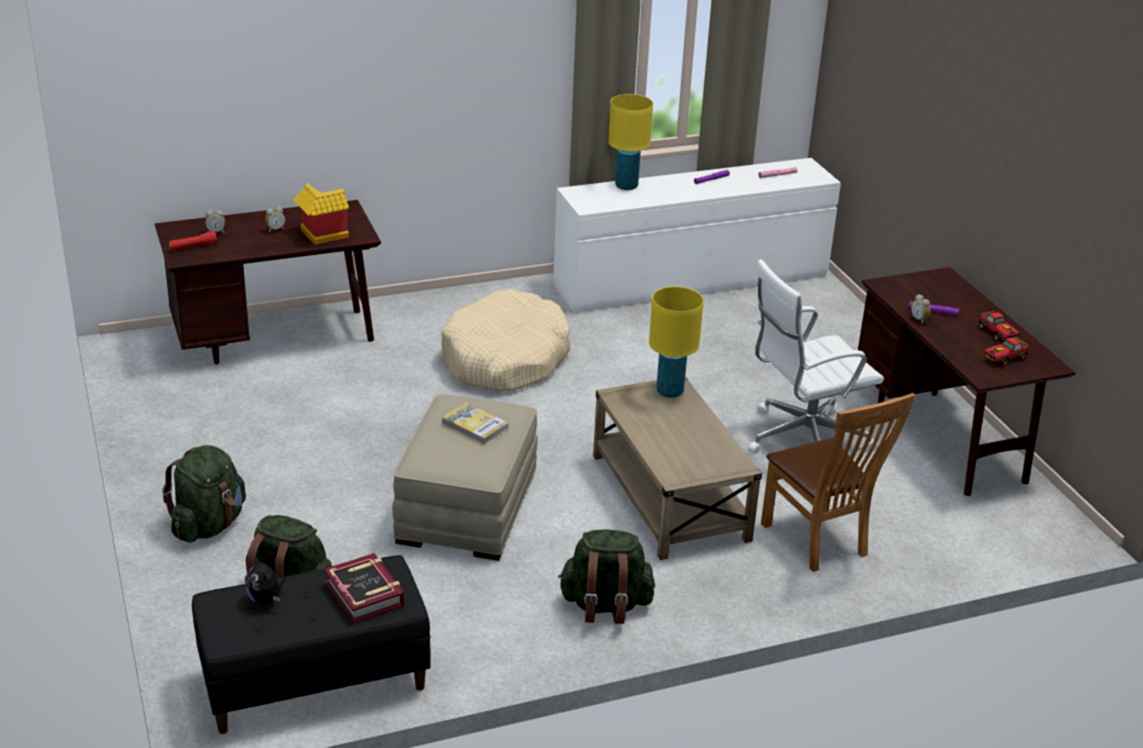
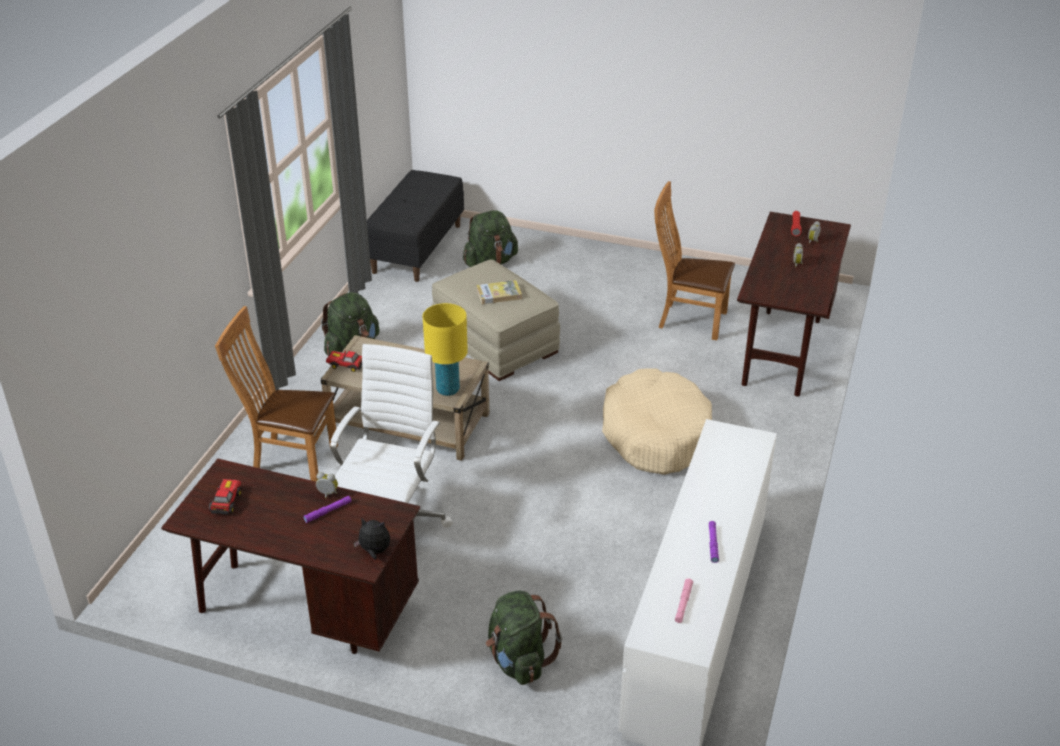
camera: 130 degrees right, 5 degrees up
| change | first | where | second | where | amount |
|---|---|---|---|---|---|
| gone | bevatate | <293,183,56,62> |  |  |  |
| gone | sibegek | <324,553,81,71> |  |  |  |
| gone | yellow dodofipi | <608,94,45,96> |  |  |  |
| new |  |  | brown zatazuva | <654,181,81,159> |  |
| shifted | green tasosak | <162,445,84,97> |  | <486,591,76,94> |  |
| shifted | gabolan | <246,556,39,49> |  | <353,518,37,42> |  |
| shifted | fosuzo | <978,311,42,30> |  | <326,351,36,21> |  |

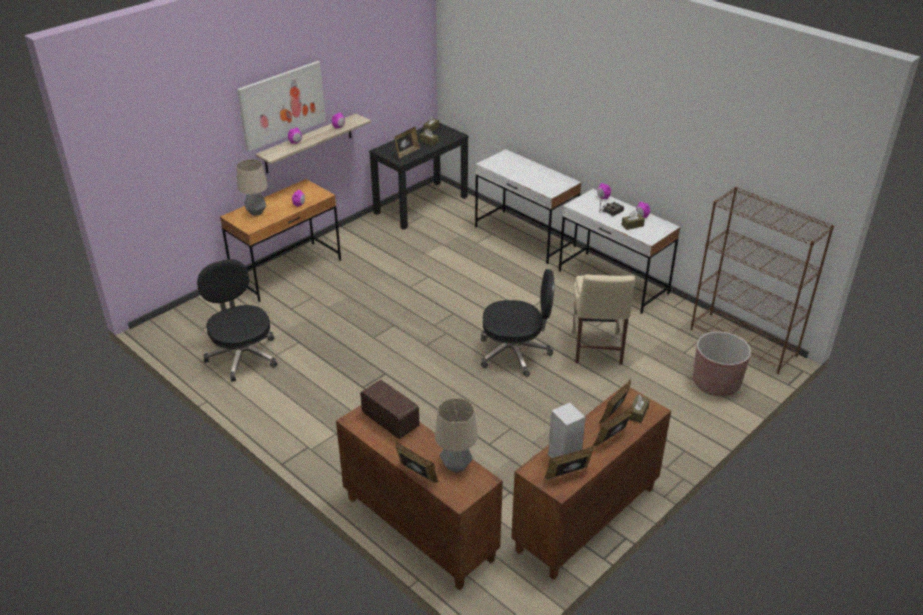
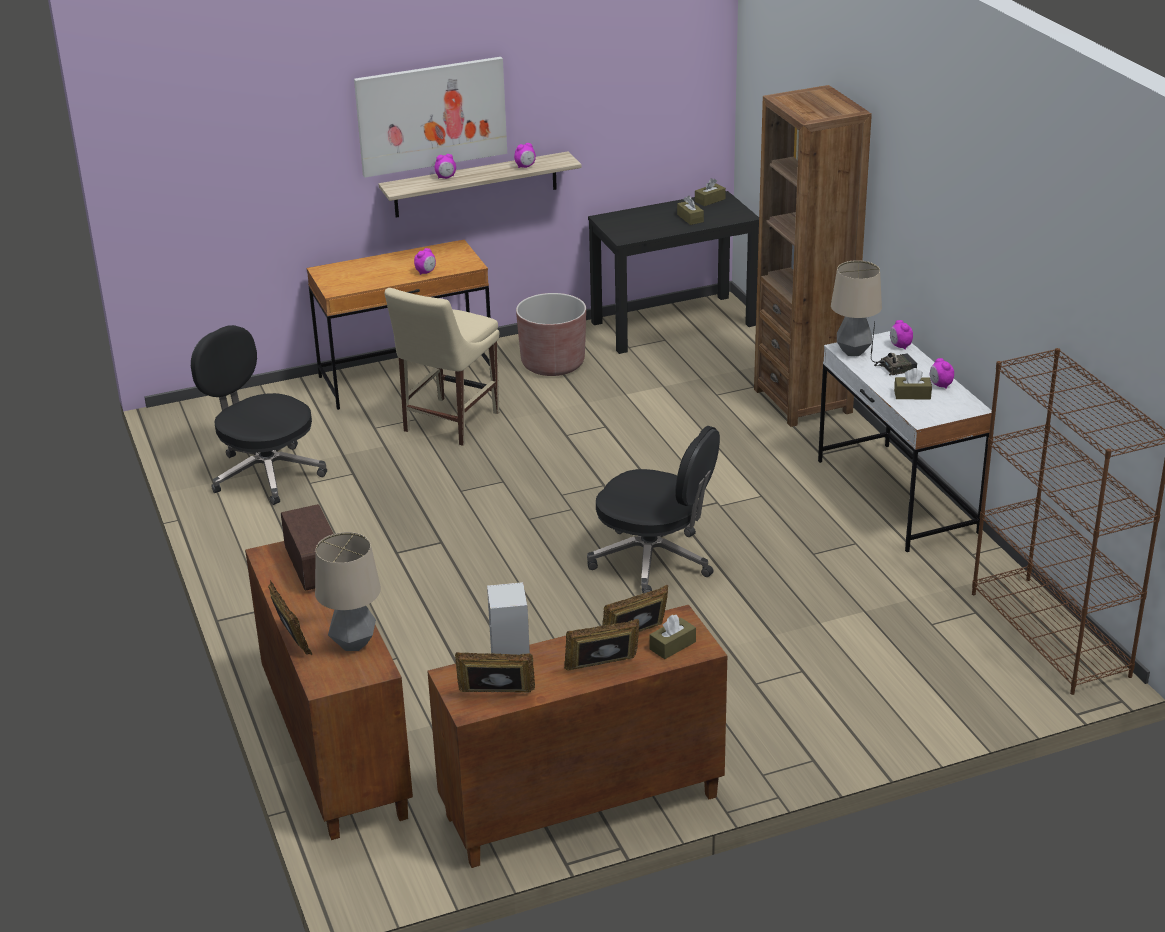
camera: 25 degrees right, 5 degrees down
| change | first | where | second | where | amount |
|---|---|---|---|---|---|
| gone | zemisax | <394,127,26,31> |  |  |  |
| shifted | dodofipi | <237,159,31,57> |  | <831,260,51,96> |  |
| shifted | beige zatazuva | <572,274,63,90> |  | <385,288,114,158> |  |
| shifted | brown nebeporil | <693,331,58,66> |  | <516,293,70,83> |  |
| swapped | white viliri | <475,149,107,115> | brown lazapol | <754,85,118,342> |  |
| rotated | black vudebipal | <197,259,81,123> |  | <191,325,136,180> | 45 degrees counterclockwise |

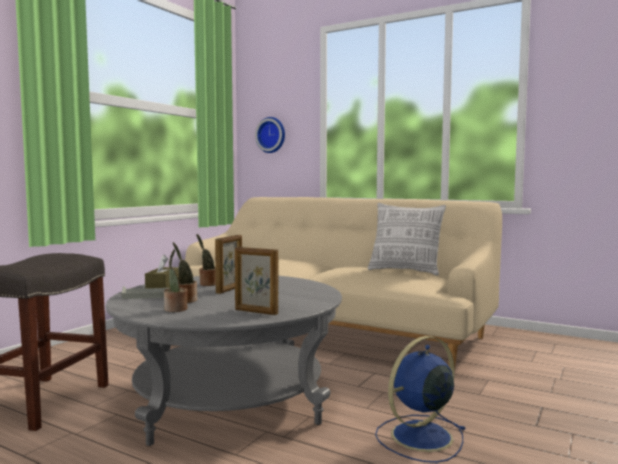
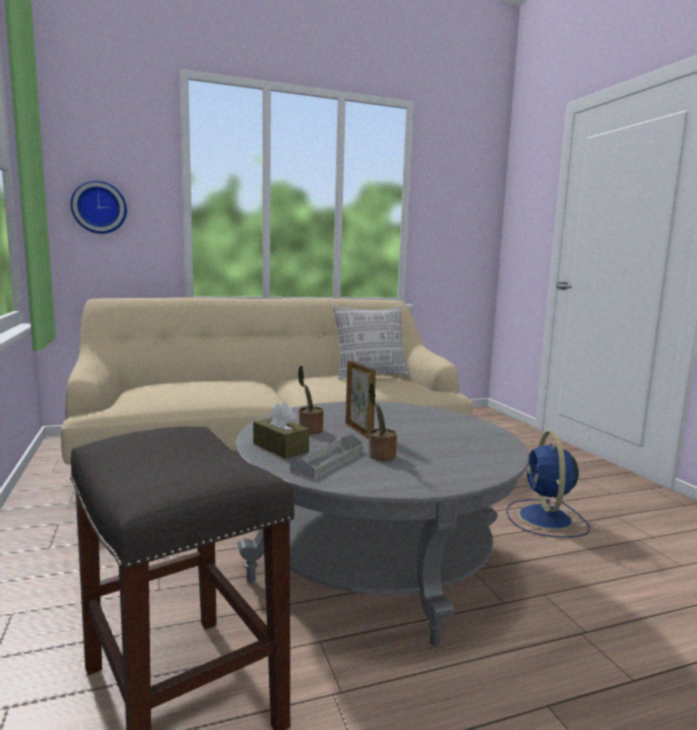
camera: 50 degrees left, 5 degrees up
| change | first | where | second | where | amount |
|---|---|---|---|---|---|
| gone | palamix | <164,249,23,63> |  |  |  |
| gone | zemisax | <235,247,44,68> |  |  |  |

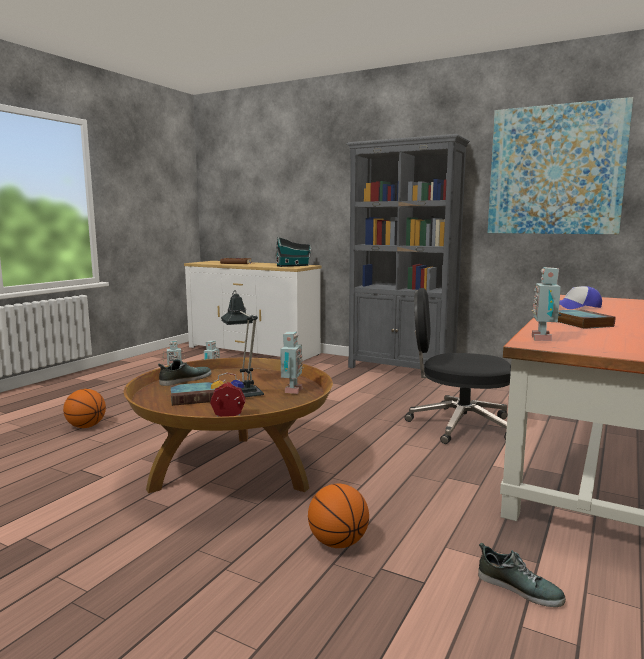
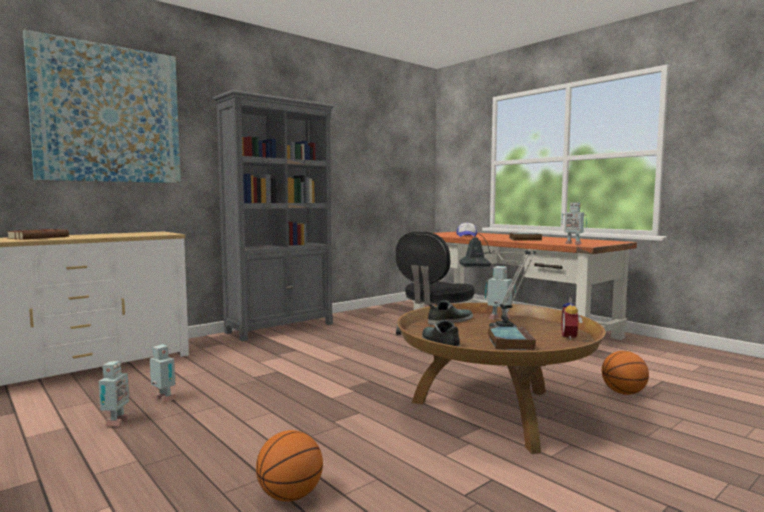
camera: 70 degrees left, 5 degrees down
| change | first | where | second | where | amount |
|---|---|---|---|---|---|
| gone | bevatate | <275,237,36,30> |  |  |  |
| shifted | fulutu | <478,543,88,64> |  | <428,300,45,25> |  |
| shifted | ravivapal | <488,97,145,137> |  | <23,30,158,153> |  |

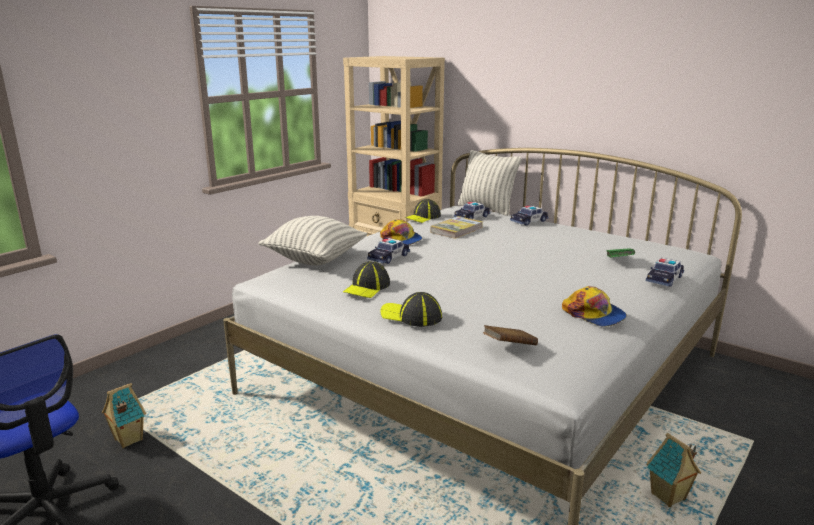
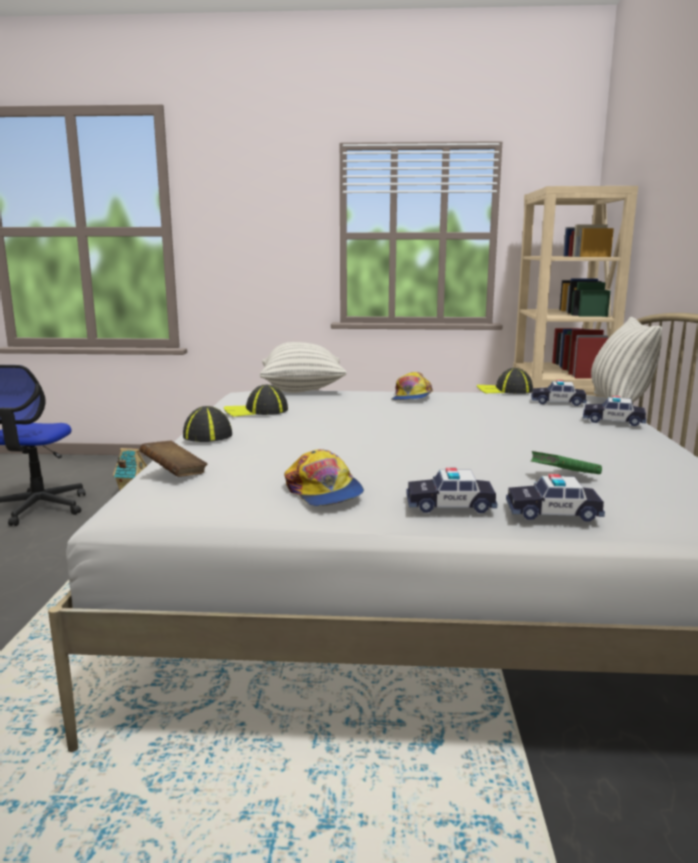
camera: 55 degrees right, 5 degrees down
| change | first | where | second | where | amount |
|---|---|---|---|---|---|
| gone | sibegek | <430,216,53,23> |  |  |  |
| gone | bevatate | <646,433,55,74> |  |  |  |
| shifted | fosuzo | <367,238,43,26> |  | <406,468,92,45> |  |
| rotated | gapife | <562,286,65,41> |  | <284,449,80,57> | 45 degrees counterclockwise |

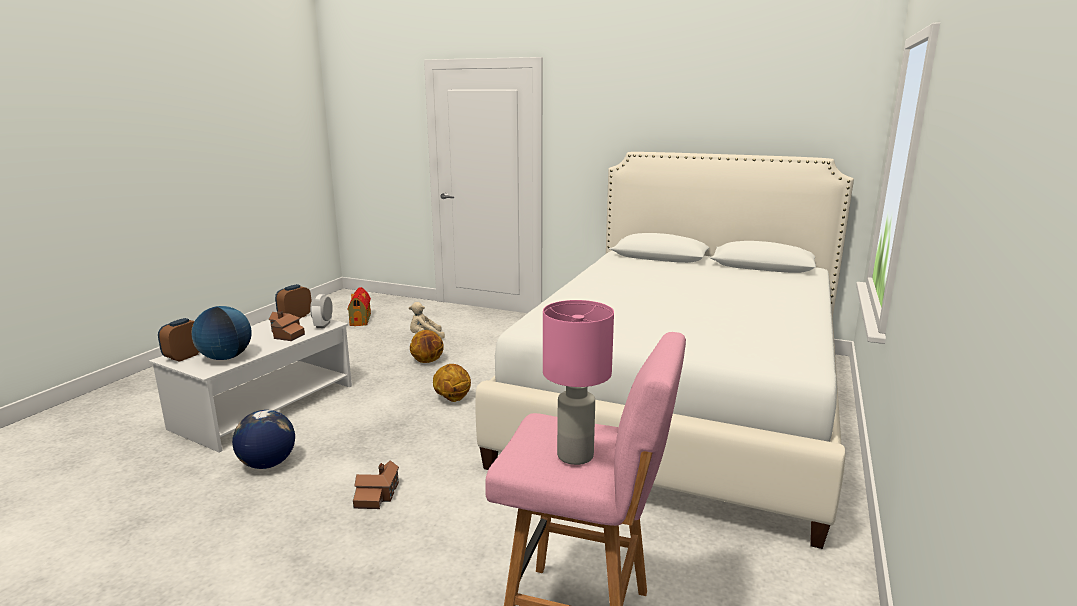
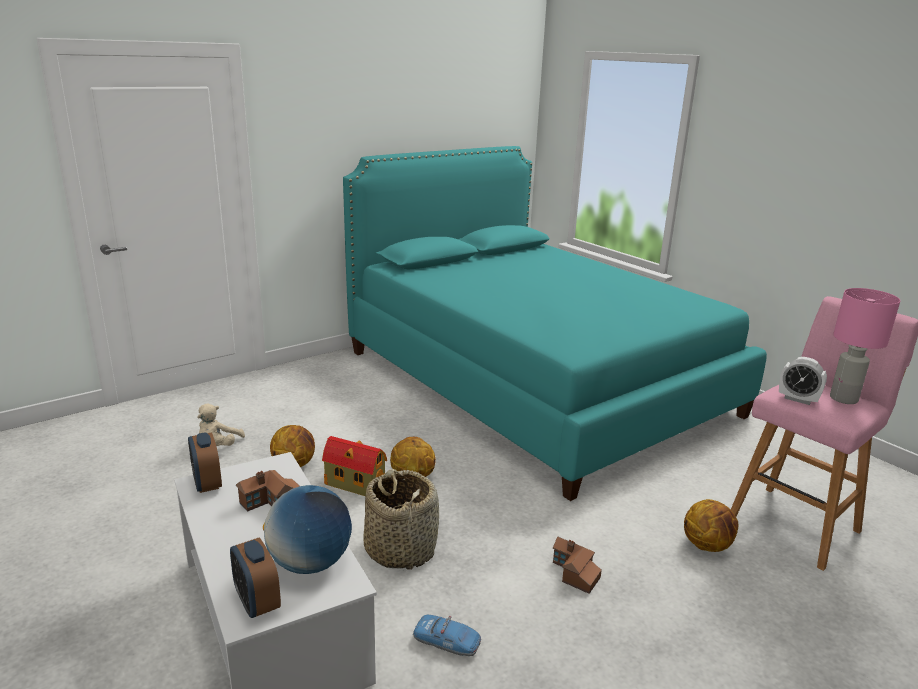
camera: 60 degrees left, 5 degrees up
| change | first | where | second | where | amount |
|---|---|---|---|---|---|
| new |  |  | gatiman | <363,469,76,101> |  |
| new |  |  | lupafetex | <684,499,54,53> |  |
| shifted | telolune | <310,294,23,34> |  | <779,357,48,48> |  |
| shifted | bevatate | <347,287,24,39> |  | <322,436,65,60> |  |
| swapped | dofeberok | <232,410,63,59> | fosuzo | <413,615,68,41> |  |
| repainted | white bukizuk | <475,152,379,397> | turquoise bukizuk | <343,146,424,355> |  |

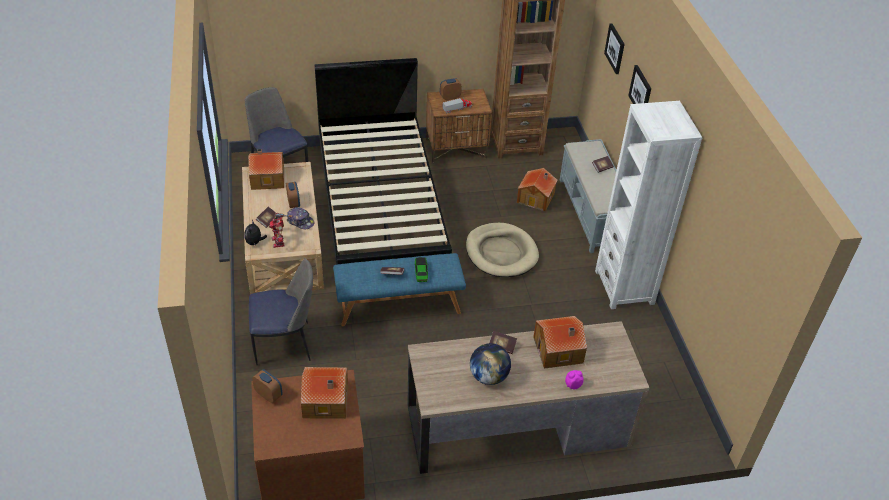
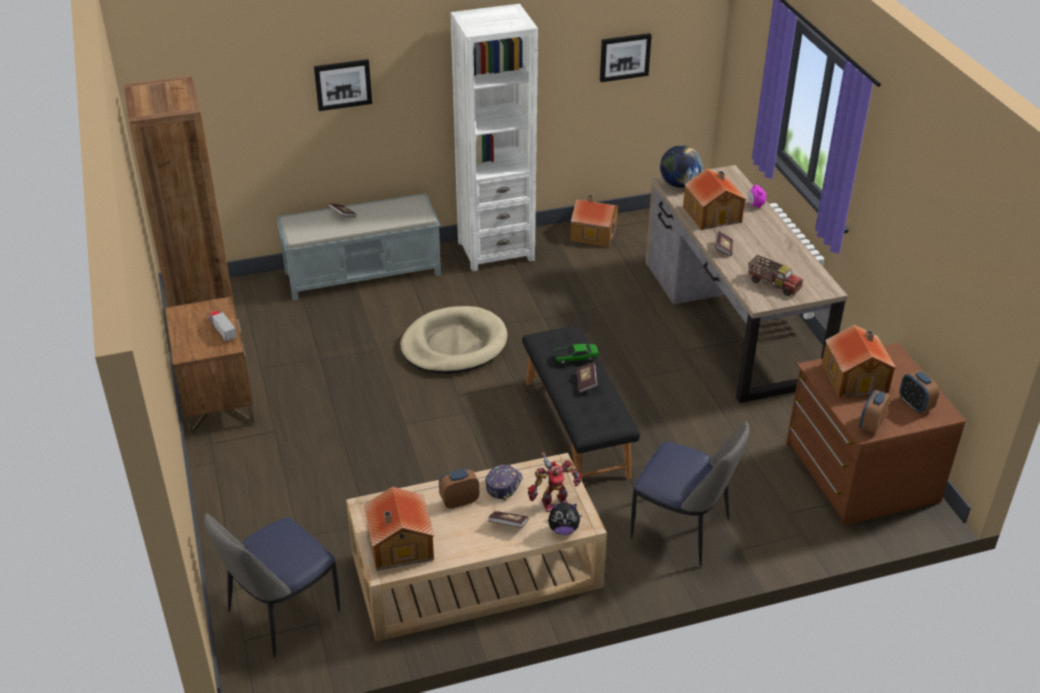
camera: 95 degrees left, 5 degrees down
| change | first | where | second | where | amount |
|---|---|---|---|---|---|
| gone | black bukizuk | <315,58,137,207> |  |  |  |
| new |  |  | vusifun | <748,255,55,41> |  |
| shifted | telolune | <440,78,22,23> |  | <900,370,39,43> |  |
| shifted | dofeberok | <470,343,41,42> |  | <660,145,42,43> |  |
| shifted | bevatate | <517,168,40,43> |  | <570,195,48,52> |  |
| shifted | ravivapal | <604,23,21,51> |  | <600,33,52,49> |  |
| repainted | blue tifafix | <333,253,133,73> | black tifafix | <522,326,118,154> |  |
| rotated | zatazuva | <249,258,64,107> |  | <631,421,119,146> | 135 degrees clockwise |

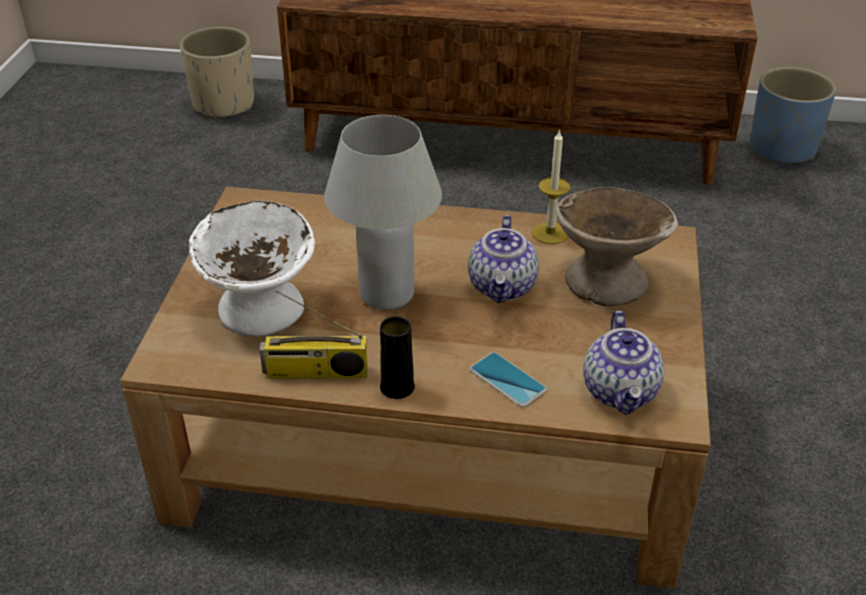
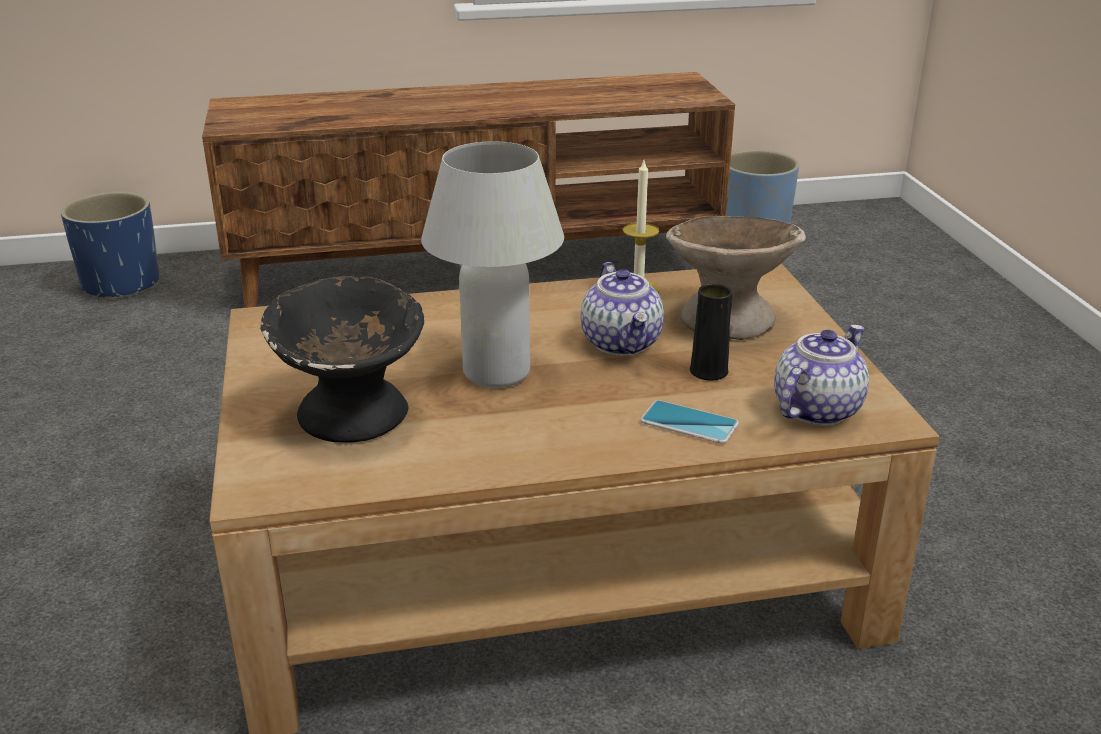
camera: 20 degrees left, 10 degrees down
| change | first | where | second | where | amount |
|---|---|---|---|---|---|
| gone | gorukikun | <259,290,109,89> |  |  |  |
| shifted | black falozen | <380,316,35,83> |  | <690,284,43,97> |  |
| repainted | beige nebeporil | <180,27,74,92> | blue nebeporil | <61,192,98,109> |  |
| repainted | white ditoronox | <189,201,126,136> | black ditoronox | <260,276,164,166> |  |
| rotated | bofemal | <583,311,81,104> |  | <774,325,95,101> | 120 degrees counterclockwise |

